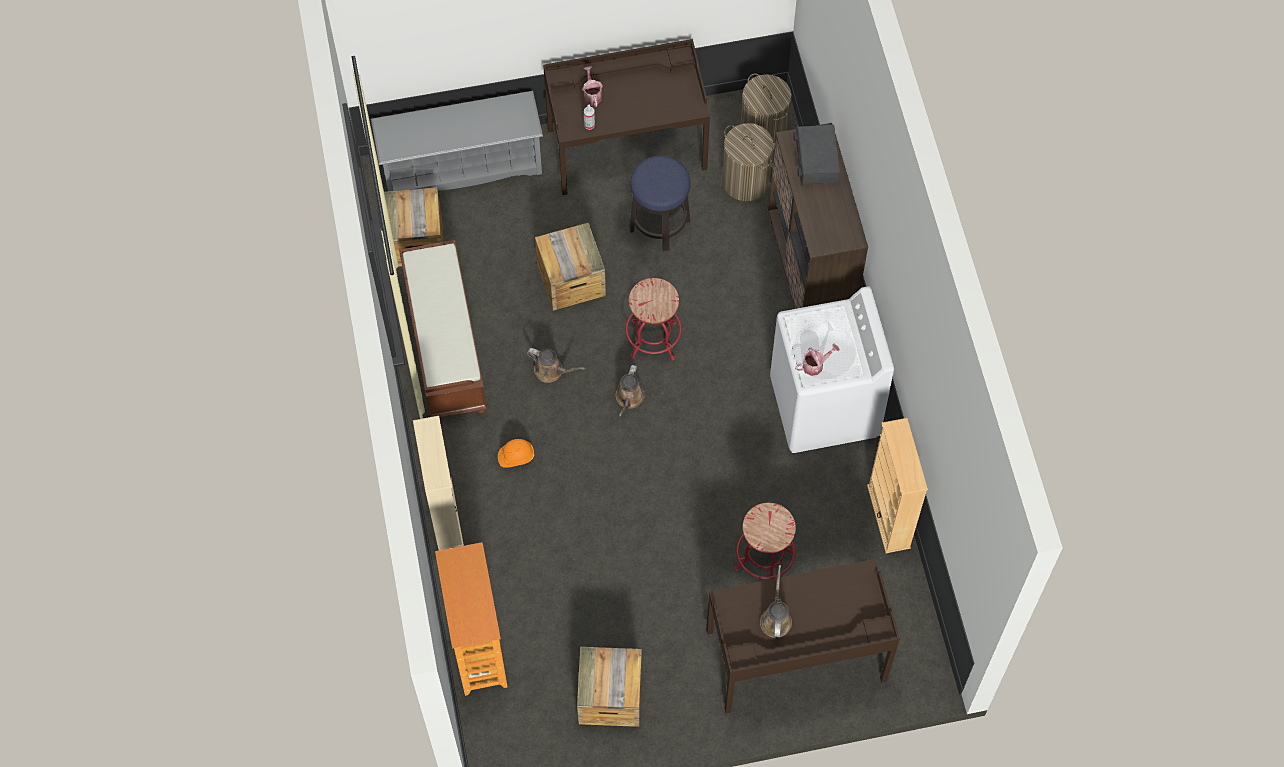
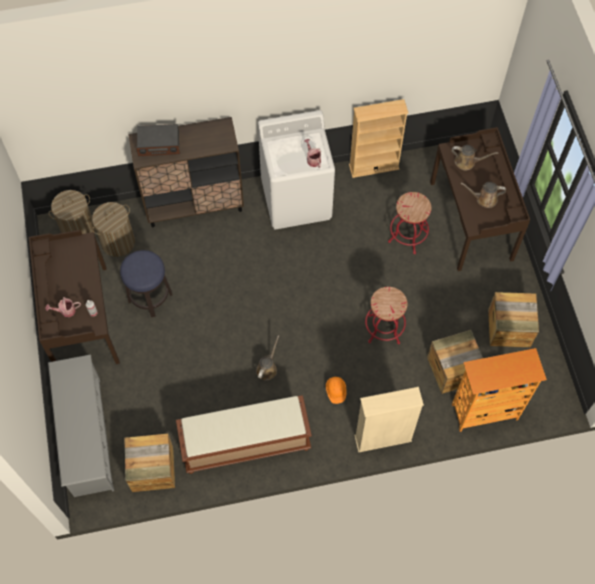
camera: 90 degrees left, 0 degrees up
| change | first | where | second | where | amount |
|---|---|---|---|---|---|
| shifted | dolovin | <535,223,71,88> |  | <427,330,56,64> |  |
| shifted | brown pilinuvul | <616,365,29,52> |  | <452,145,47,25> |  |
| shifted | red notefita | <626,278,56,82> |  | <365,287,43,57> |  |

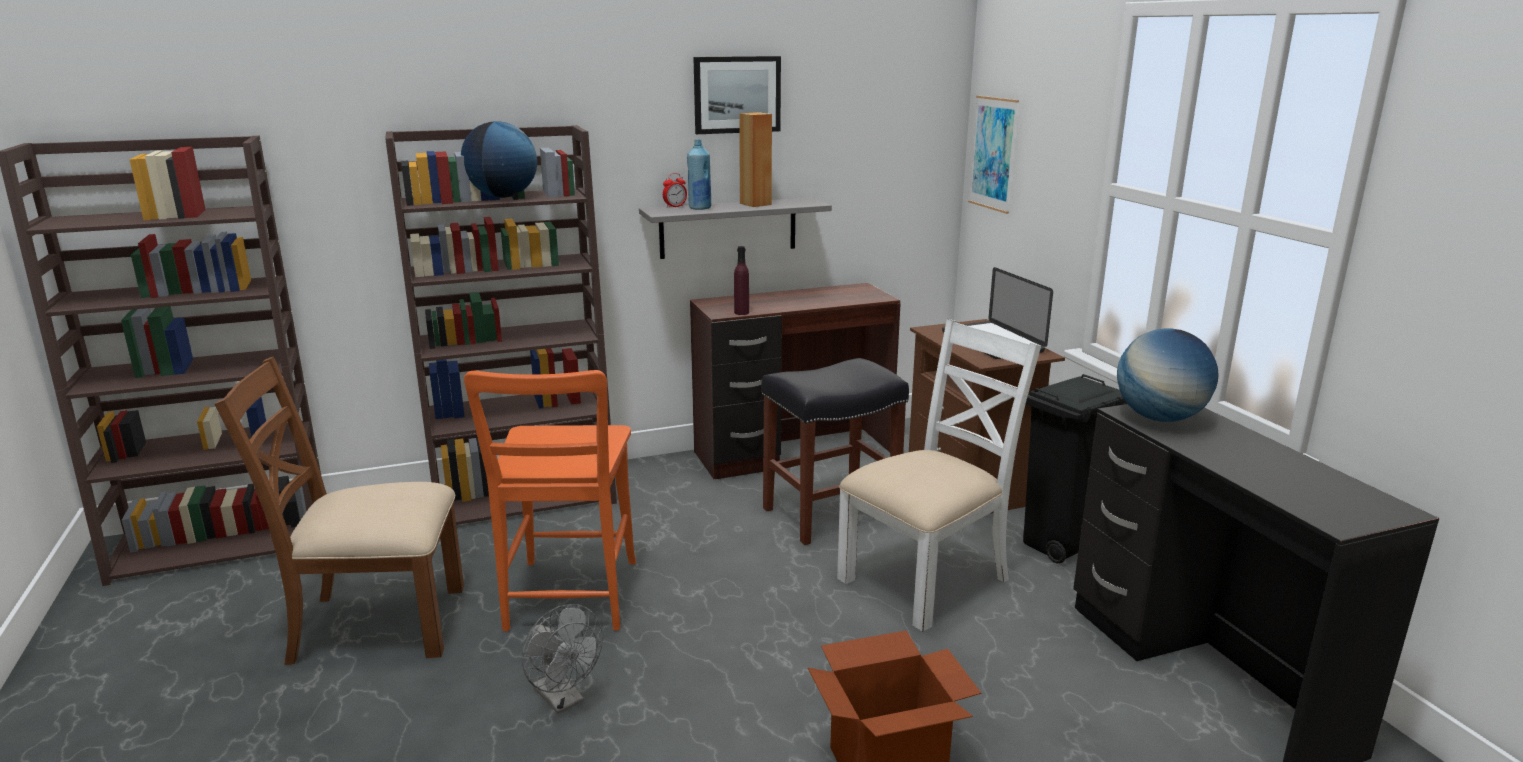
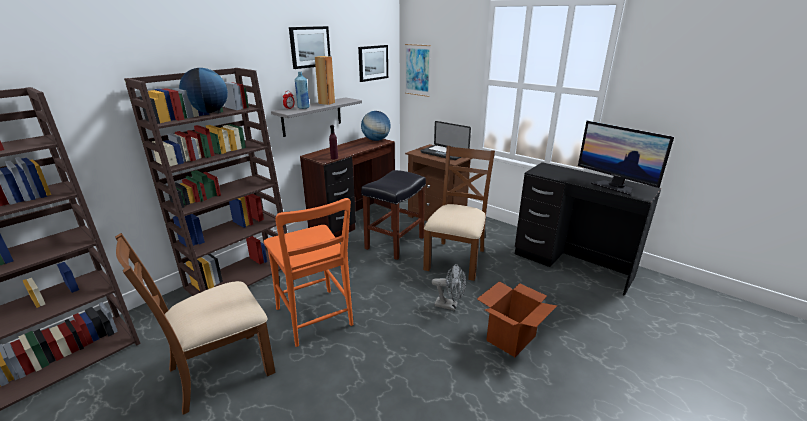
camera: 30 degrees left, 5 degrees up
| change | first | where | second | where | amount |
|---|---|---|---|---|---|
| gone | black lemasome | <1023,374,104,190> |  |  |  |
| new |  |  | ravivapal | <358,45,30,37> |  |
| new |  |  | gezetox | <578,121,96,74> |  |
| shifted | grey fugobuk | <522,604,80,110> |  | <432,264,34,47> |  |
| shifted | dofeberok | <1117,328,102,94> |  | <361,111,30,30> |  |
| repainted | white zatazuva | <837,319,204,313> | brown zatazuva | <423,146,72,135> |  |

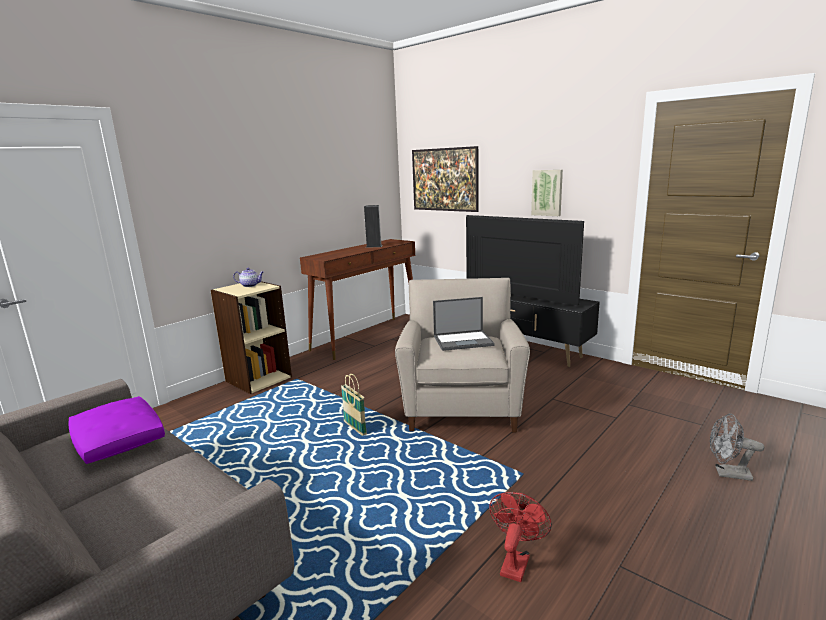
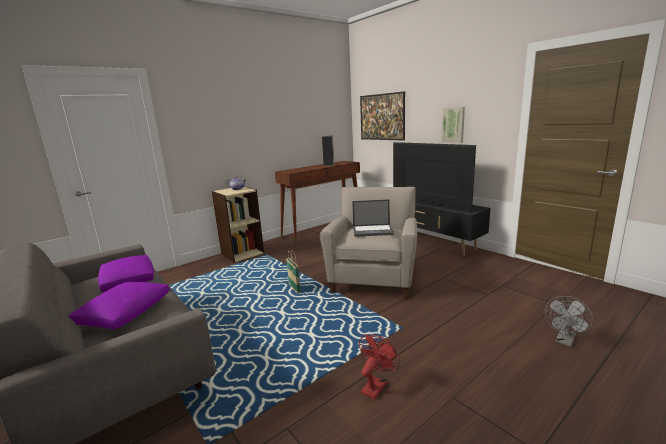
camera: 10 degrees right, 0 degrees up
| change | first | where | second | where | amount |
|---|---|---|---|---|---|
| new |  |  | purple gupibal | <68,281,101,48> |  |
| rotated | grey fugobuk | <710,414,54,67> |  | <545,296,48,51> | 75 degrees counterclockwise |

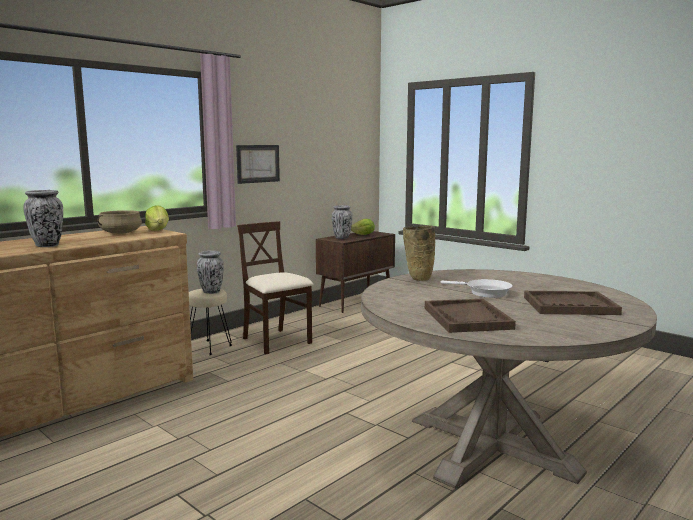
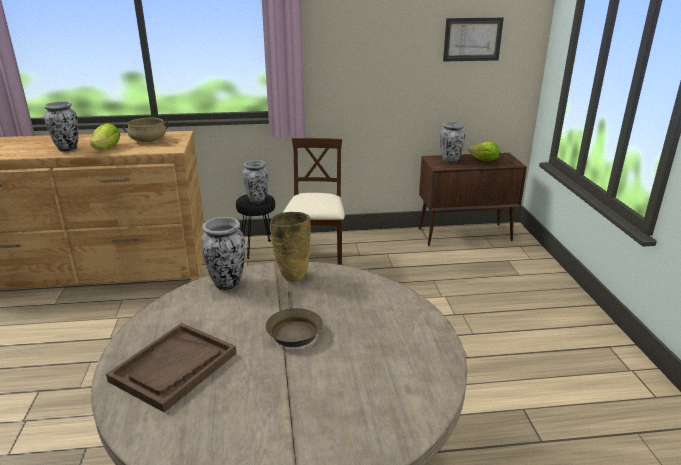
camera: 40 degrees right, 15 degrees up
| change | first | where | second | where | amount |
|---|---|---|---|---|---|
| gone | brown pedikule | <524,291,98,24> |  |  |  |
| new |  |  | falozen | <201,217,44,73> |  |
| shifted | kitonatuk | <145,205,24,26> |  | <90,123,30,26> |  |
| shifted | ravivapal | <236,145,44,39> |  | <443,18,61,44> |  |
| repainted | beige notefita | <189,289,43,66> | black notefita | <236,194,39,65> |  |
| repainted | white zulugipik | <441,279,72,19> | brown zulugipik | <266,291,57,56> |  |

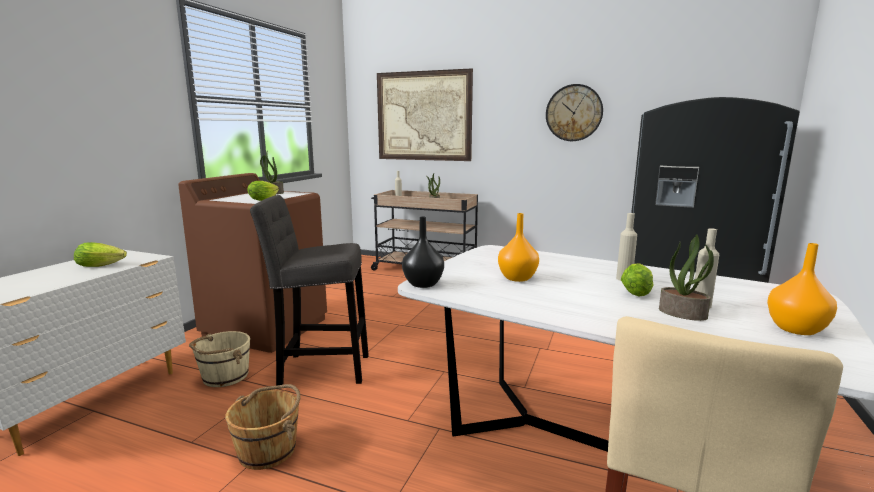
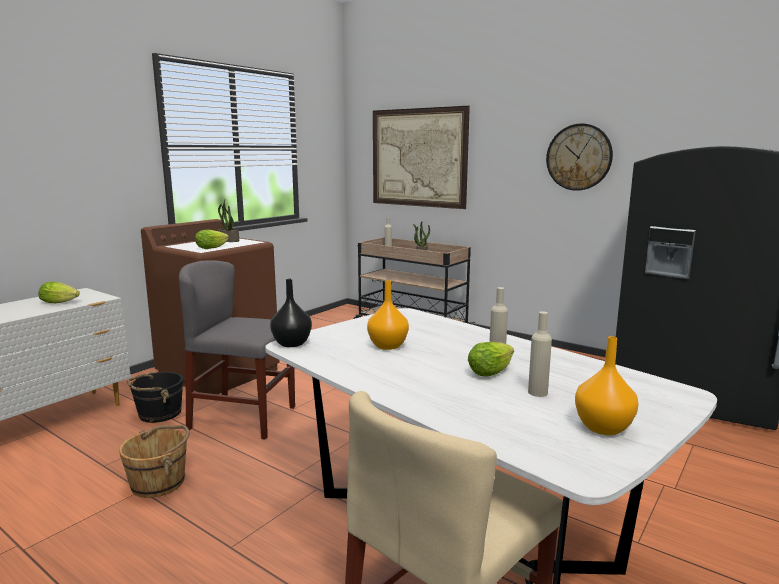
camera: 15 degrees right, 0 degrees up
| change | first | where | second | where | amount |
|---|---|---|---|---|---|
| gone | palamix | <659,234,55,87> |  |  |  |
| swapped | grey notefita | <250,195,119,191> | grey zatazuva | <179,260,116,180> |  |
| repainted | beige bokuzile | <189,331,61,56> | black bokuzile | <127,372,56,51> |  |

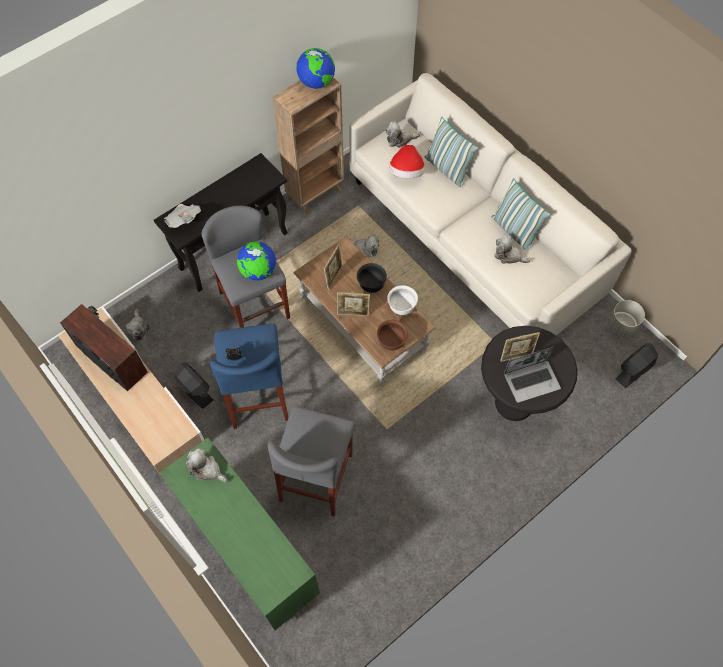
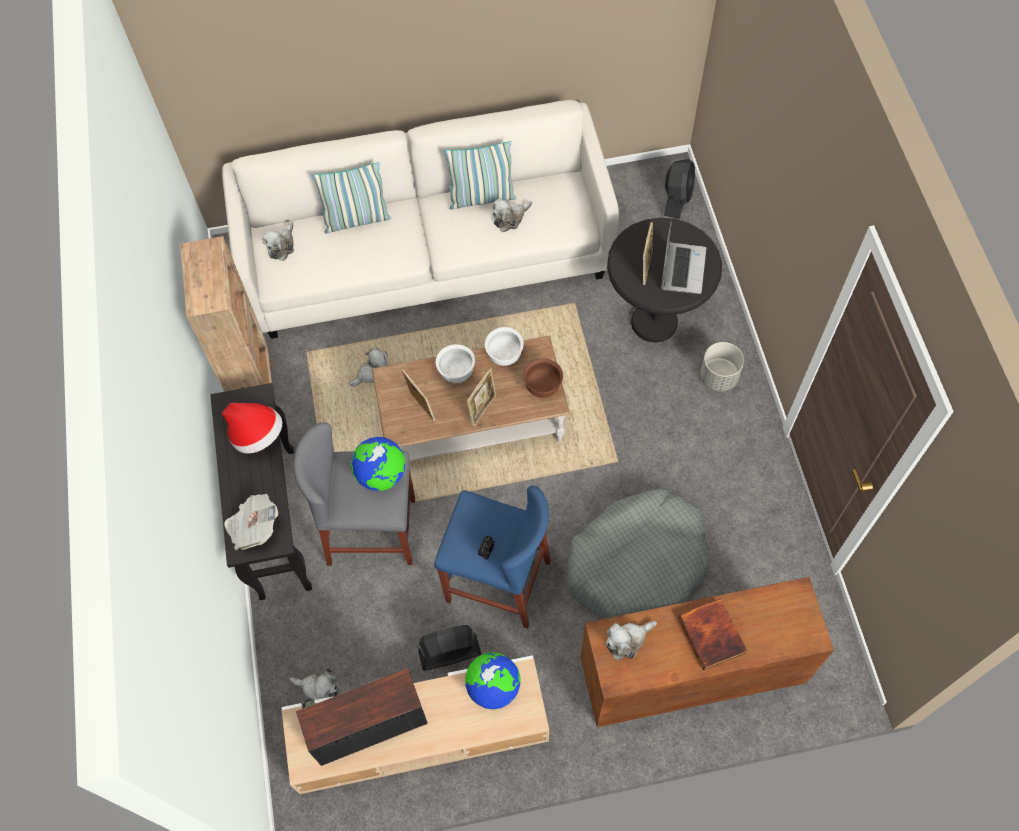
camera: 60 degrees left, 0 degrees up
| change | first | where | second | where | amount |
|---|---|---|---|---|---|
| new |  |  | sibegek | <678,598,69,73> |  |
| shifted | dofeberok | <296,48,39,41> |  | <465,652,56,57> |  |
| shifted | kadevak | <389,144,36,35> |  | <222,403,60,51> |  |
| shifted | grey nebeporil | <608,300,37,38> |  | <700,342,44,49> |  |
| swapped | grey notefita | <268,406,87,111> | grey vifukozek | <567,488,143,131> |  |
| repainted | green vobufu | <159,438,161,192> | brown vobufu | <580,577,254,150> |  |
| repainted | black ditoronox | <357,263,30,30> | white ditoronox | <436,344,39,39> |  |
| rotated | black fugobuk | <615,343,43,45> |  | <664,159,31,60> | 150 degrees counterclockwise |

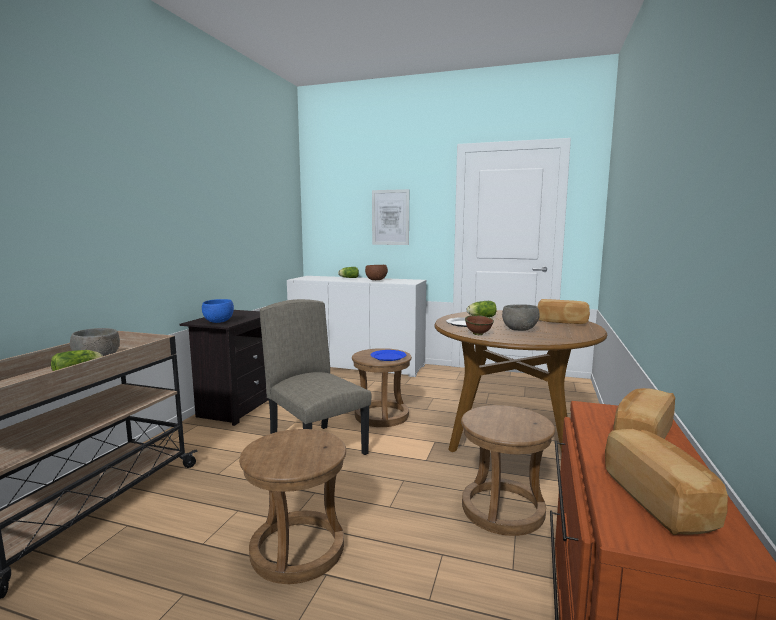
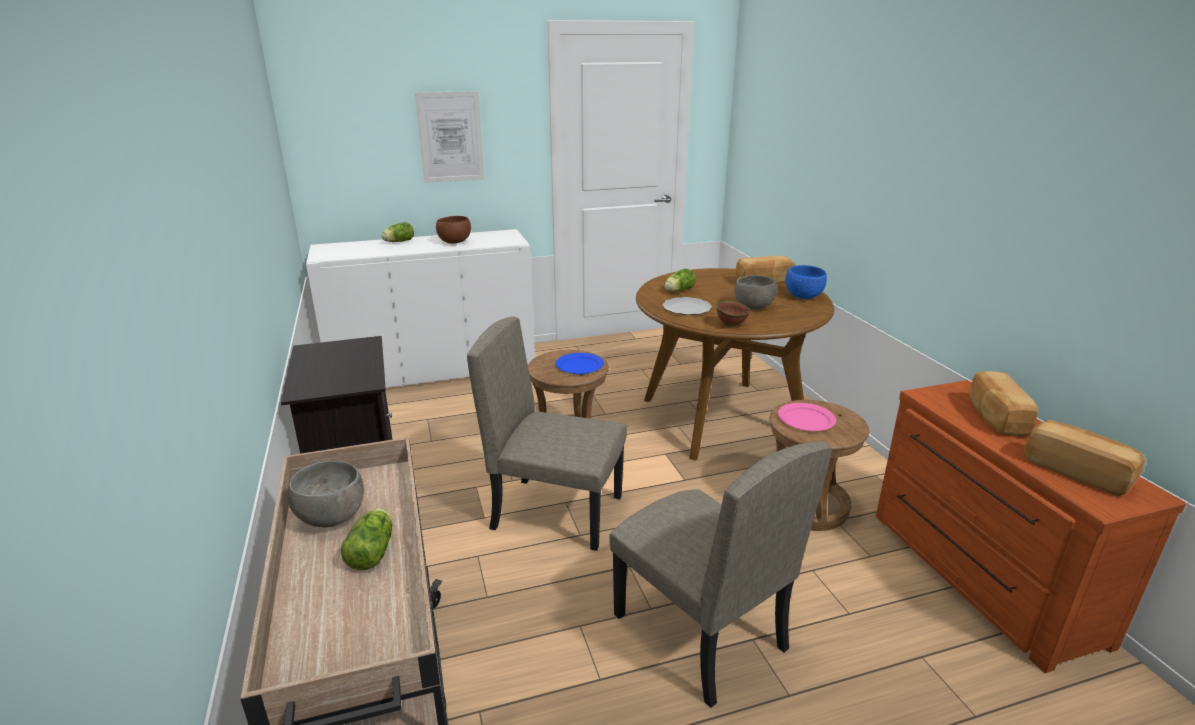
camera: 35 degrees left, 15 degrees up
| change | first | where | second | where | amount |
|---|---|---|---|---|---|
| new |  |  | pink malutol | <778,403,58,28> |  |
| shifted | blue ditoronox | <202,299,32,24> |  | <785,265,42,34> |  |
| swapped | brown notefita | <239,429,107,155> | beige zatazuva | <609,442,223,266> |  |

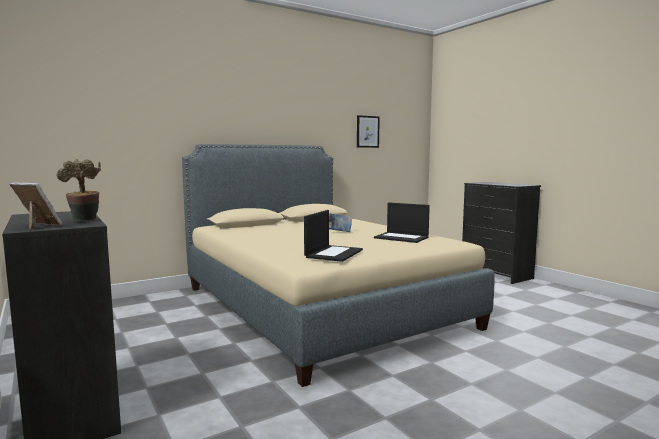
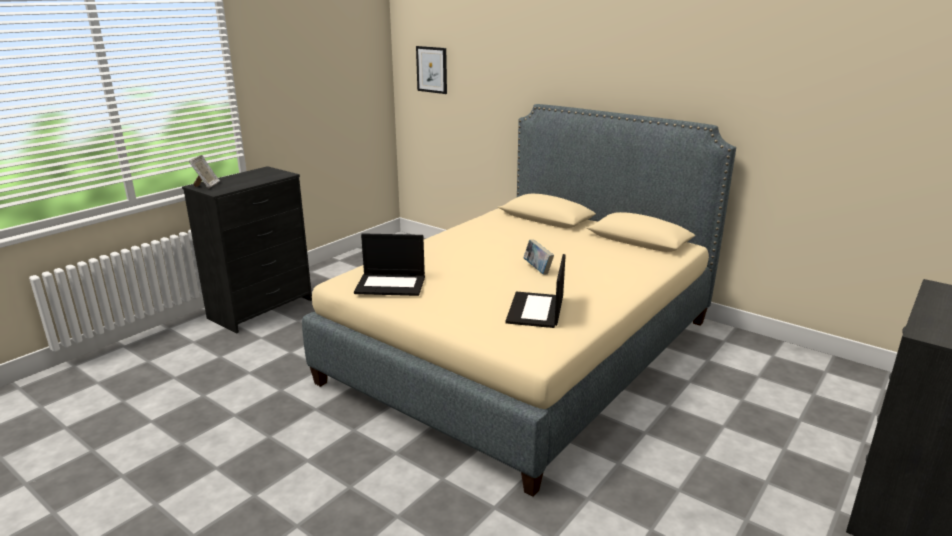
camera: 70 degrees right, 15 degrees up
| change | first | where | second | where | amount |
|---|---|---|---|---|---|
| gone | palamix | <56,158,45,63> |  |  |  |
| shifted | ravivapal | <357,115,23,33> |  | <416,46,31,48> |  |

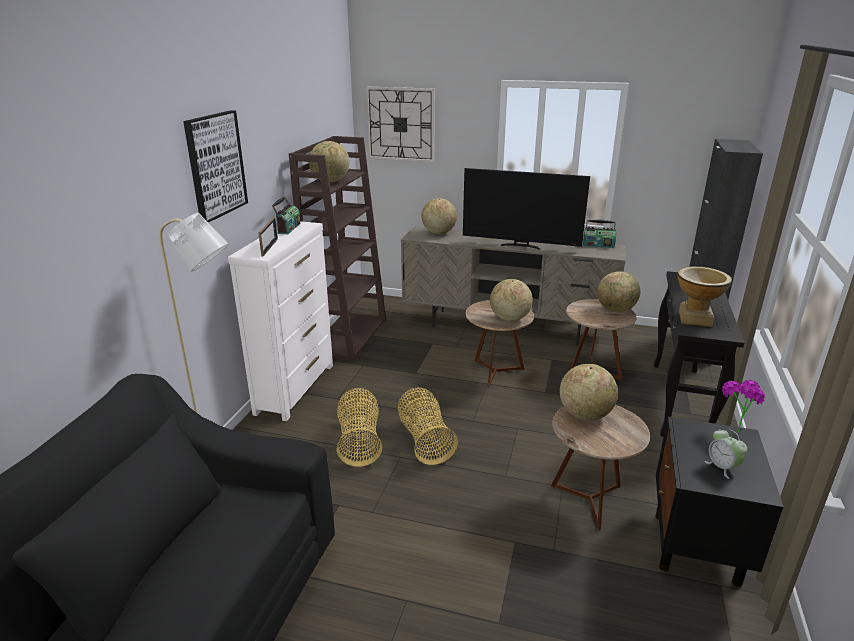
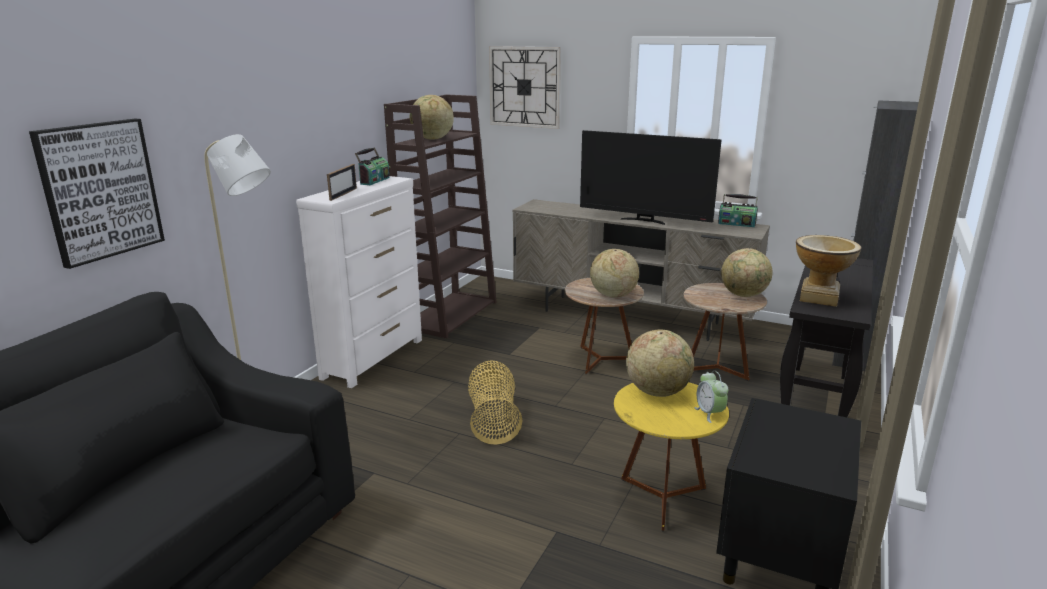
camera: 10 degrees right, 5 degrees down
| change | first | where | second | where | amount |
|---|---|---|---|---|---|
| gone | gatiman | <336,388,47,79> |  |  |  |
| gone | dofeberok | <421,198,36,36> |  |  |  |
| gone | palamix | <722,380,43,54> |  |  |  |
| shifted | ravivapal | <183,110,65,113> |  | <29,119,136,150> |  |
| shifted | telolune | <705,429,42,50> |  | <694,371,34,52> |  |
| repainted | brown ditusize | <551,405,99,125> | yellow ditusize | <614,382,115,150> |  |

